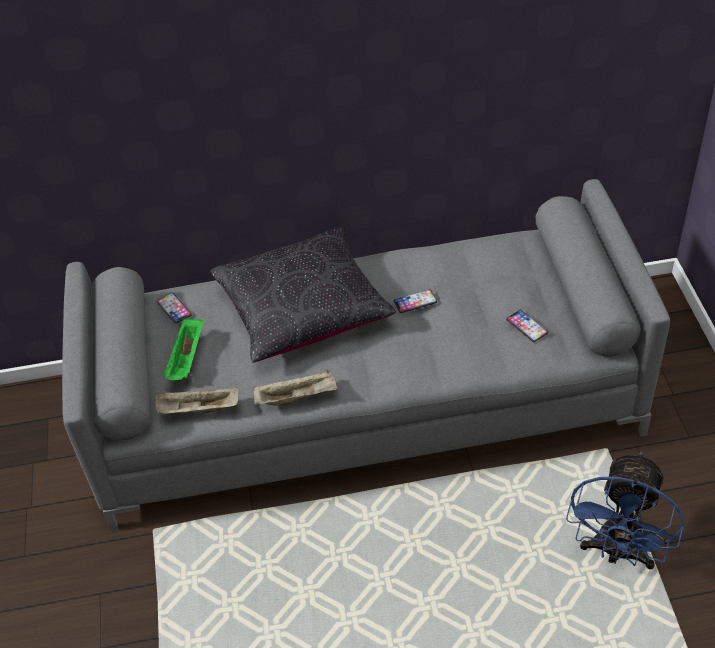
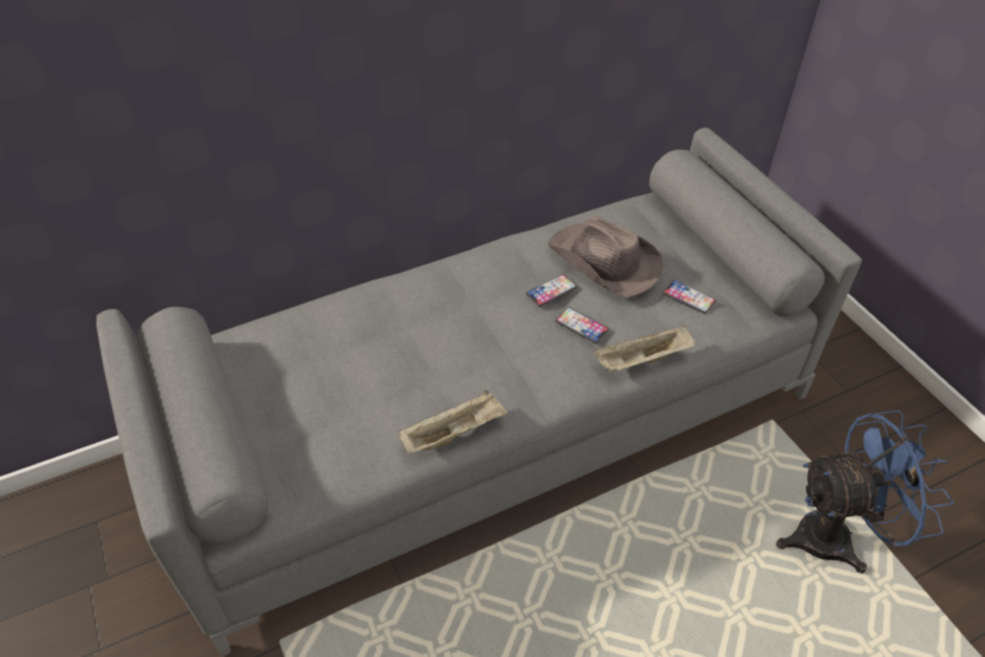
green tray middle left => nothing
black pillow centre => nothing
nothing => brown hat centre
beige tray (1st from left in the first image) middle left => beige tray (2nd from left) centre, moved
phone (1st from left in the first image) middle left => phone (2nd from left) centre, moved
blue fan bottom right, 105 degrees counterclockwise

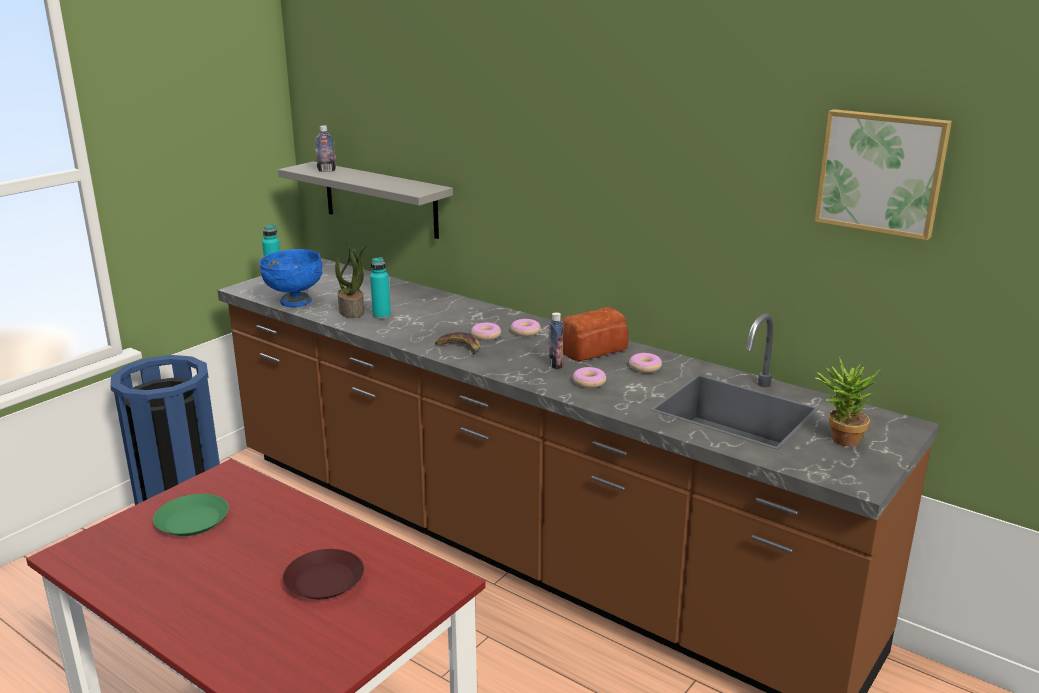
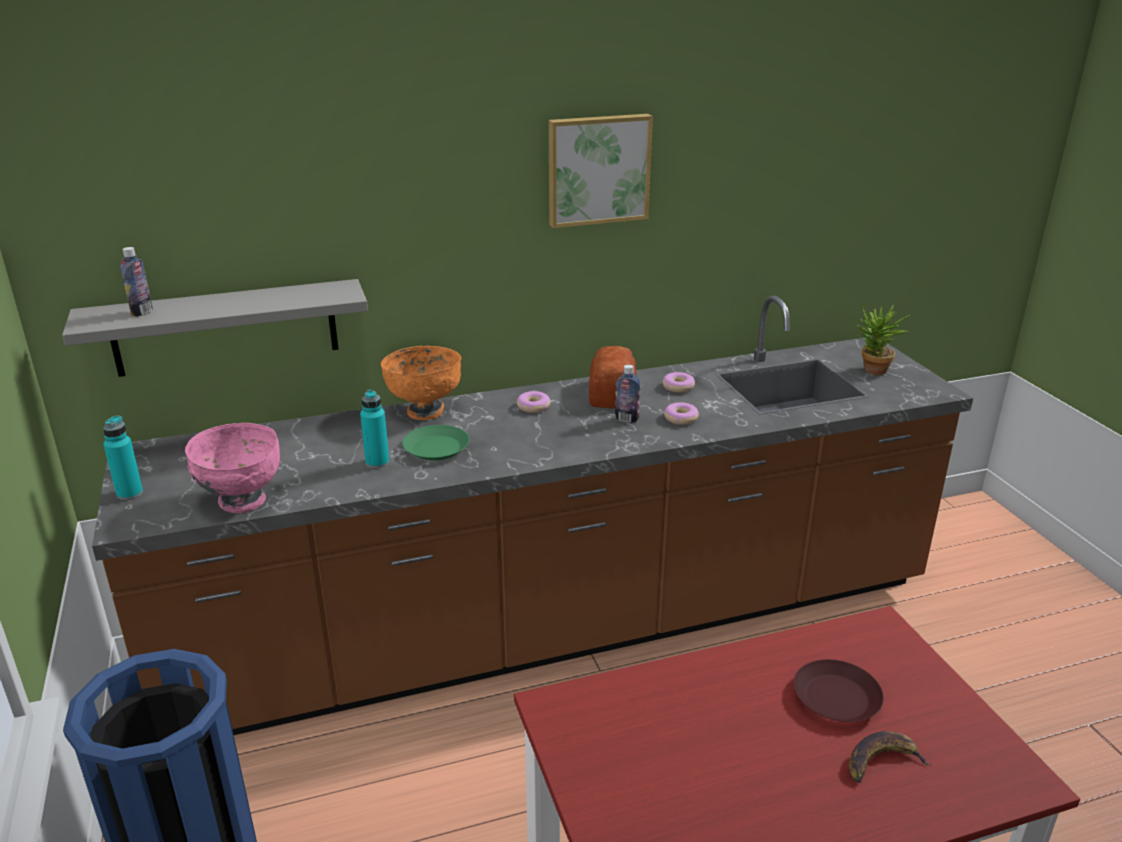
potted plant (1st from left) centre => nothing
donut (1st from left) centre => nothing
nothing => orange bowl centre
green plate bottom left => green plate centre, moved
banana centre => banana bottom right, moved
picture top right => picture top centre, moved
blue bowl middle left => pink bowl middle left

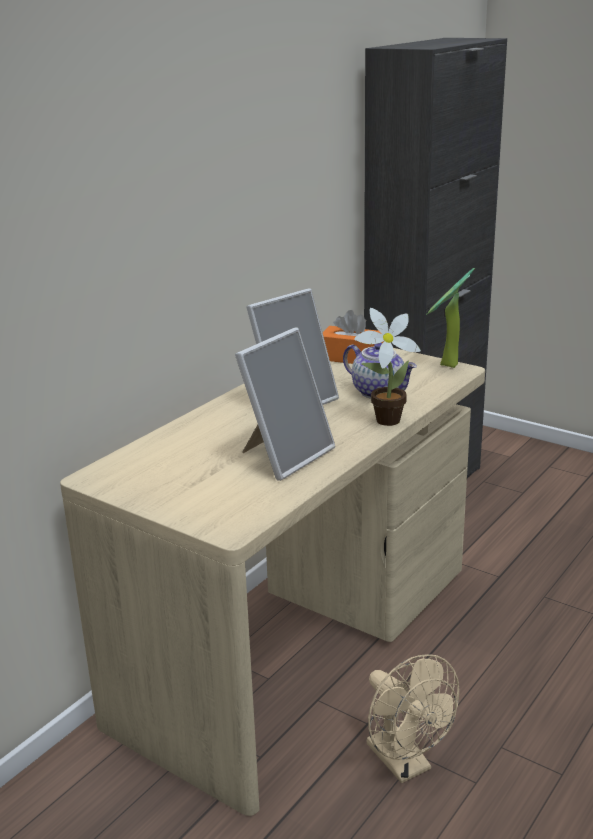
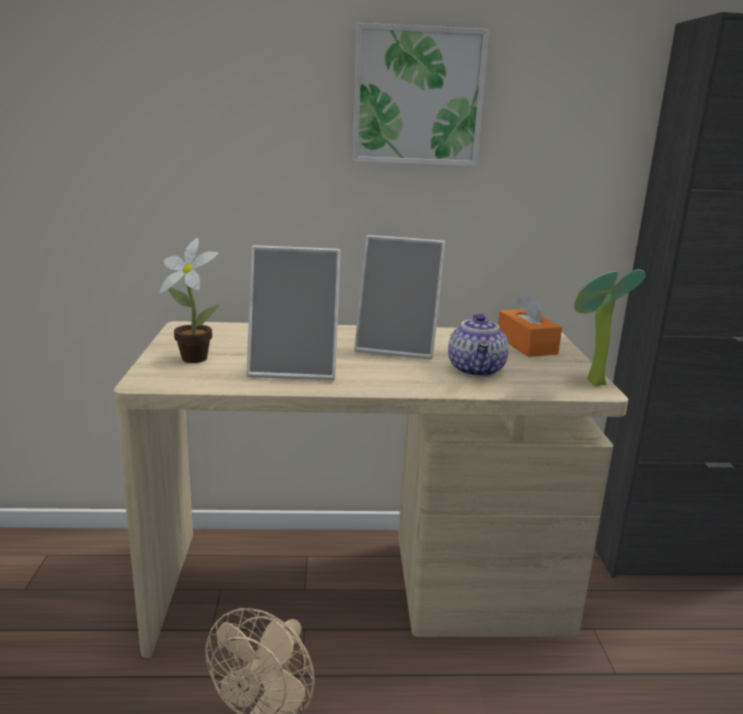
nothing => picture top centre
potted plant (1st from left) centre => potted plant (1st from left) middle left, moved

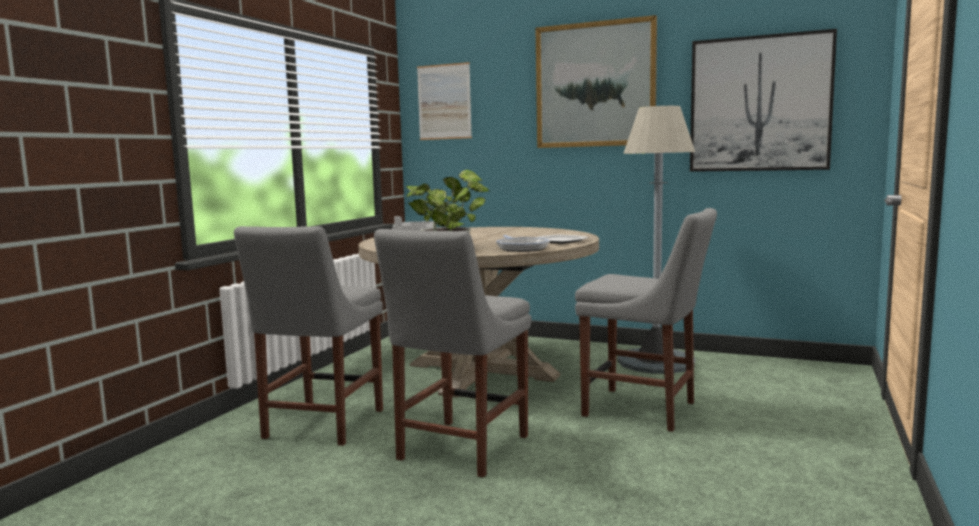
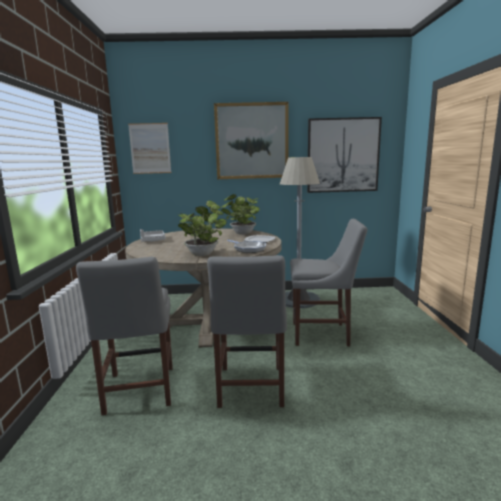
nothing => potted plant (2nd from left) centre

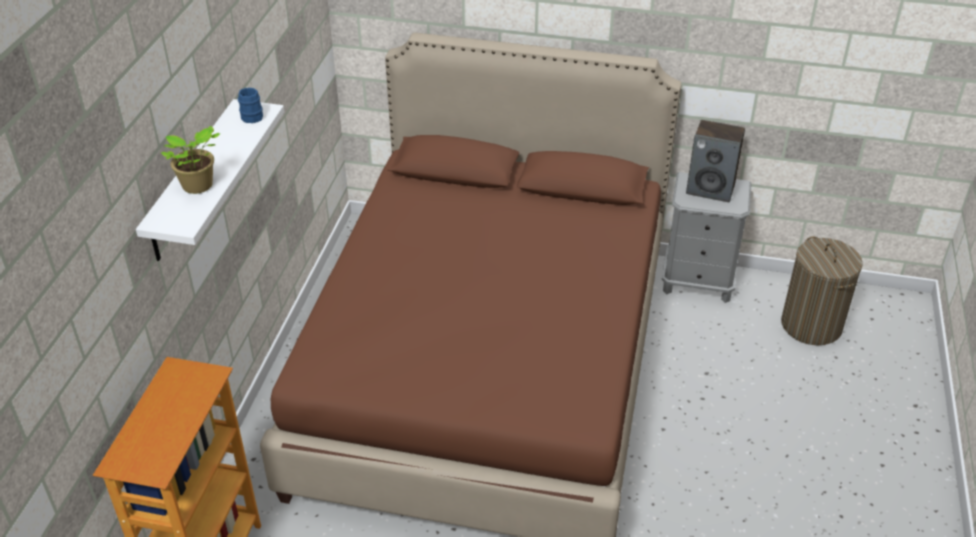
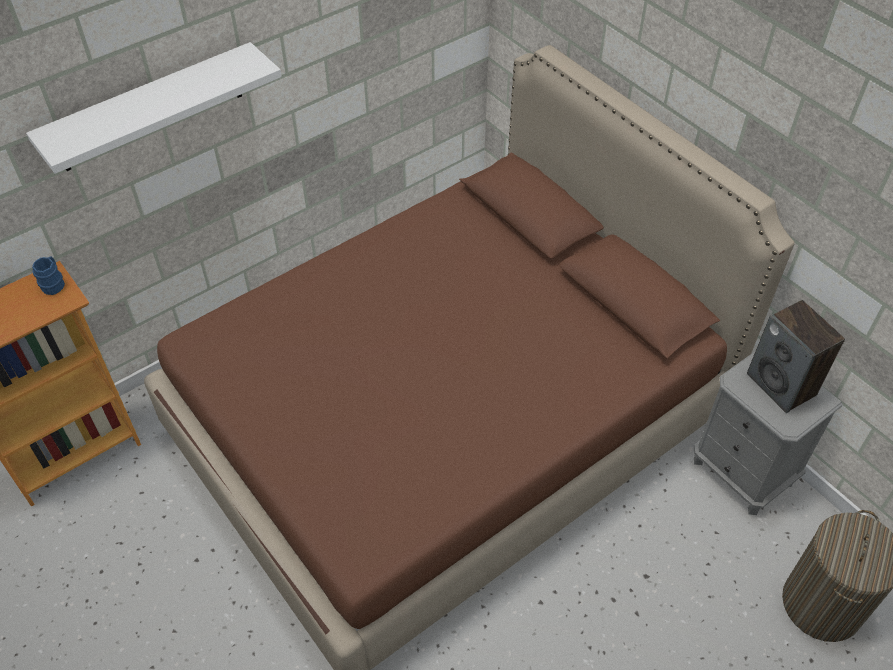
potted plant top left => nothing
blue mug top left => blue mug middle left, moved

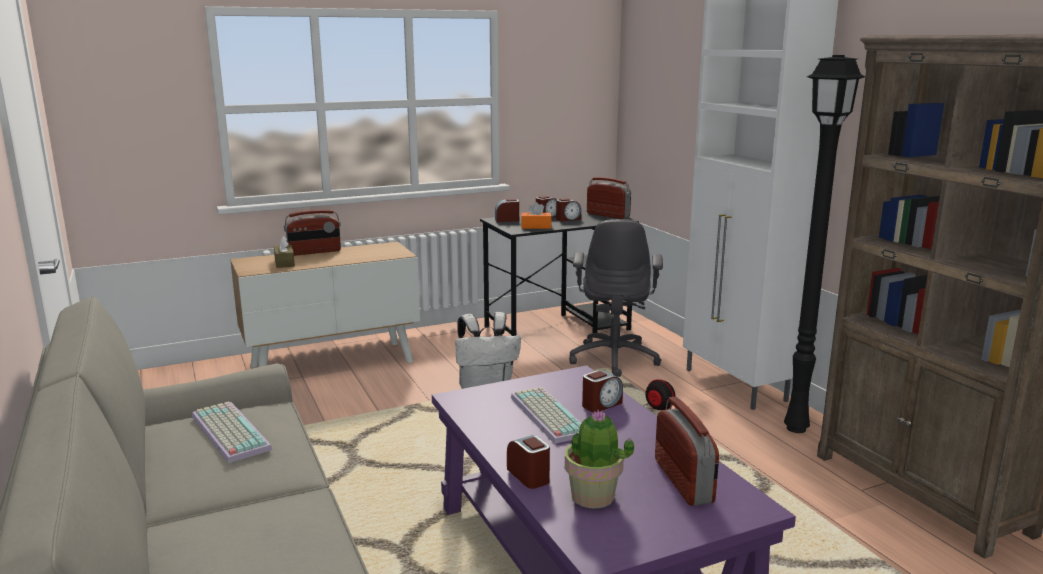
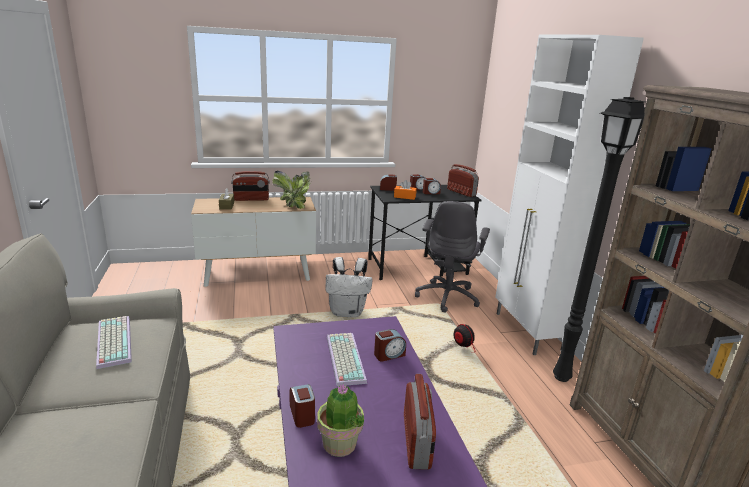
nothing => potted plant (1st from left) centre

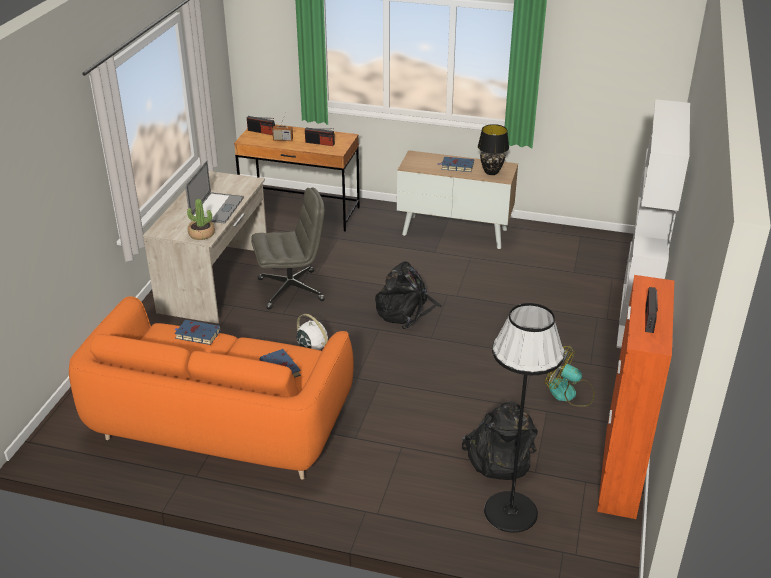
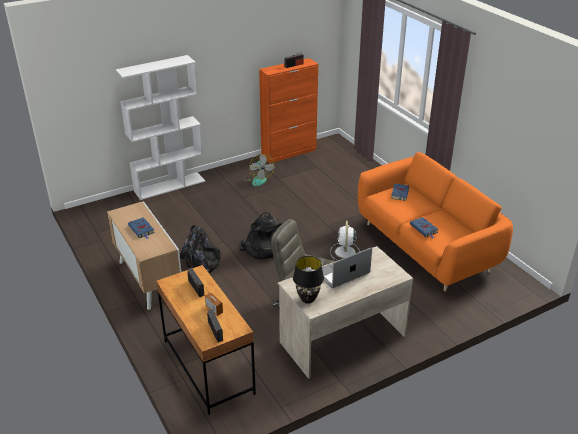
potted plant middle left => nothing
black floor lamp bottom right => nothing
black backpack (2nd from left in the first image) bottom centre => black backpack (1st from left) centre, moved
black table lamp top centre => black table lamp centre, moved

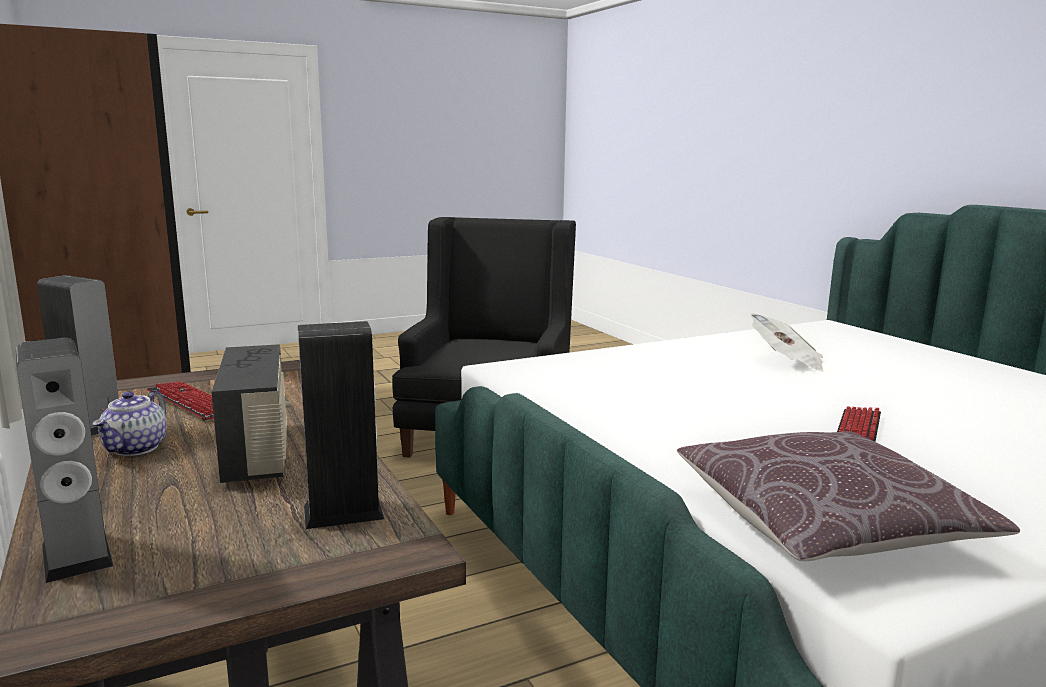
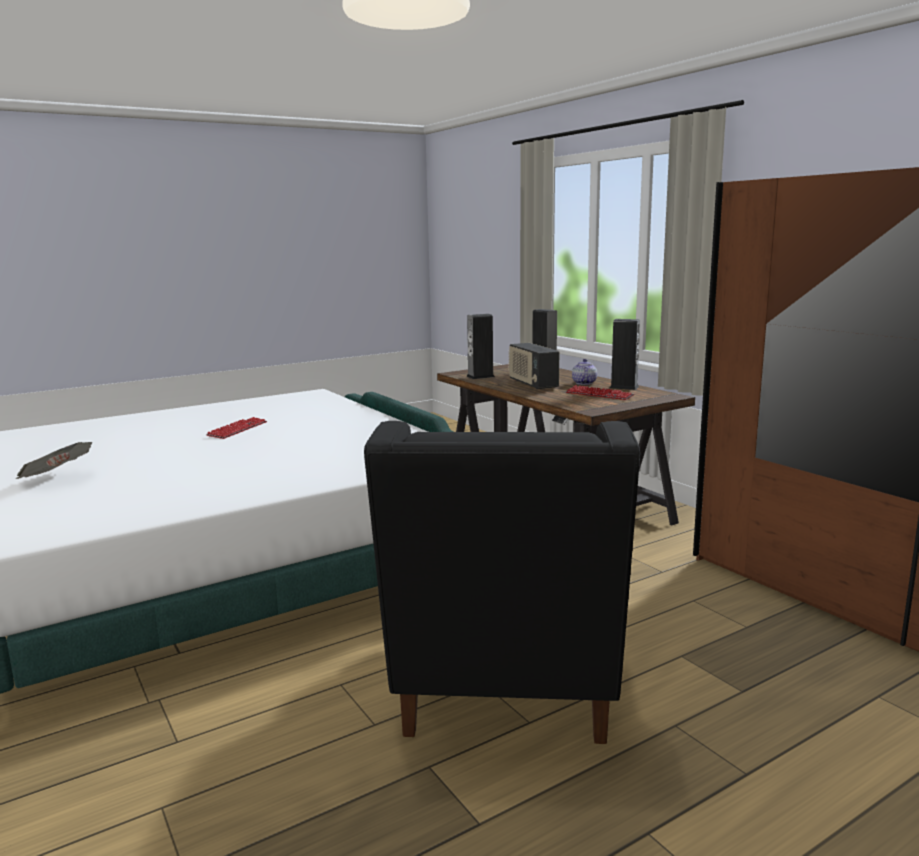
brown pillow bottom right => nothing
newspaper middle right => newspaper middle left, moved

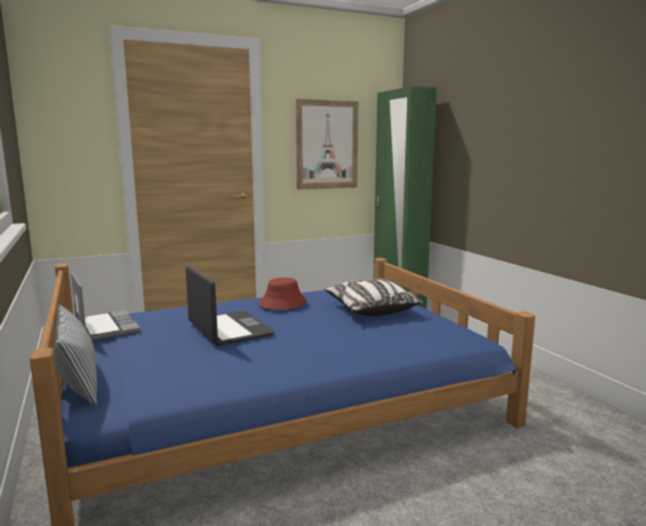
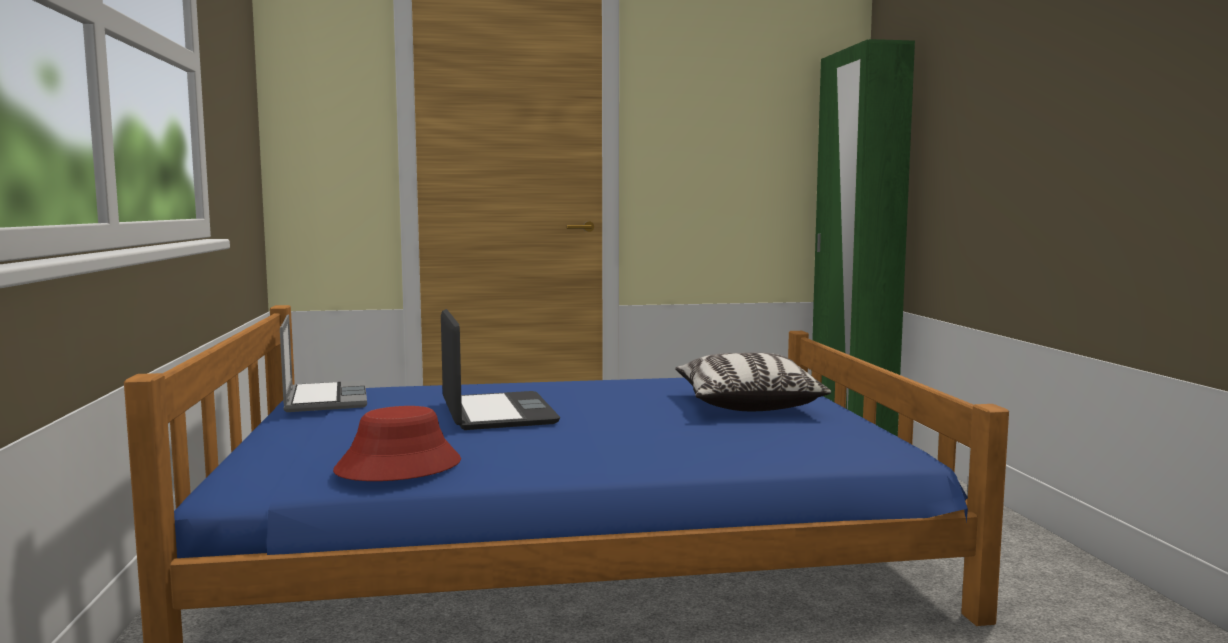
pillow (1st from left) bottom left => nothing
picture top centre => nothing
red hat centre => red hat bottom left, moved

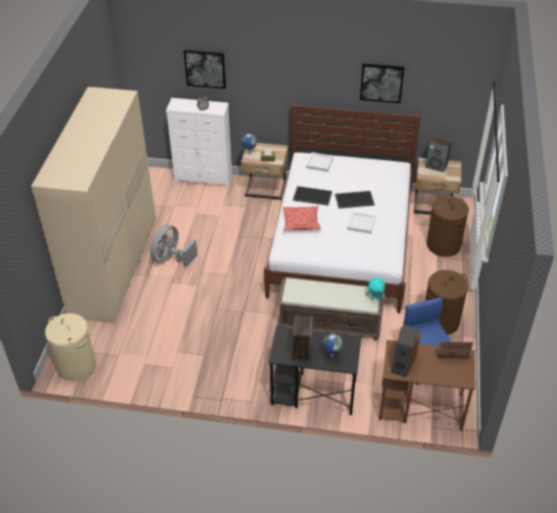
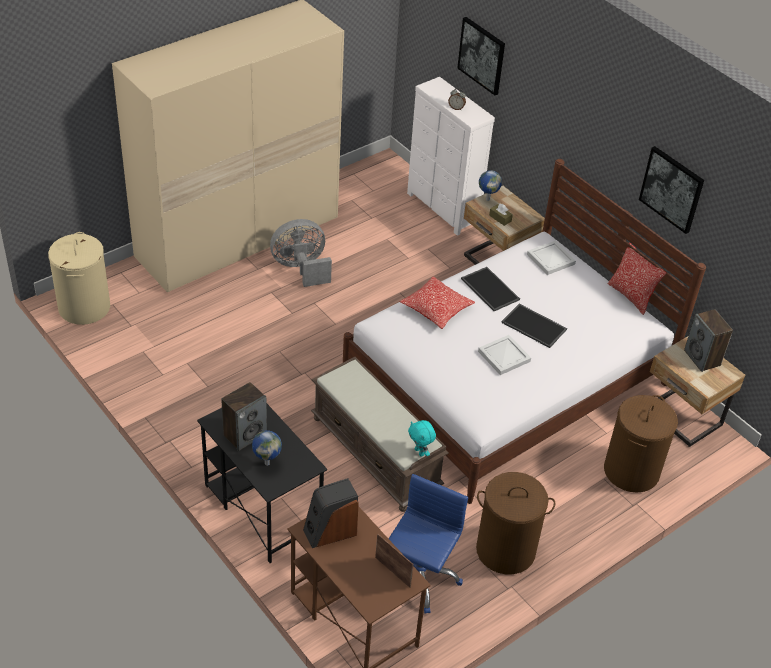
nothing => pillow (2nd from left) middle right

